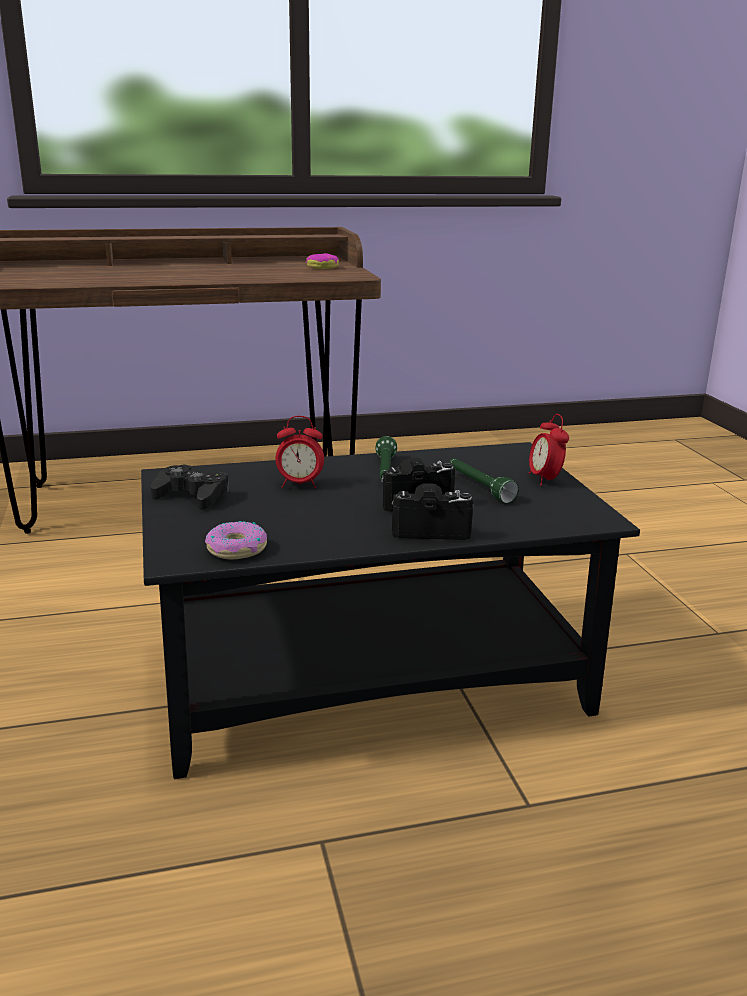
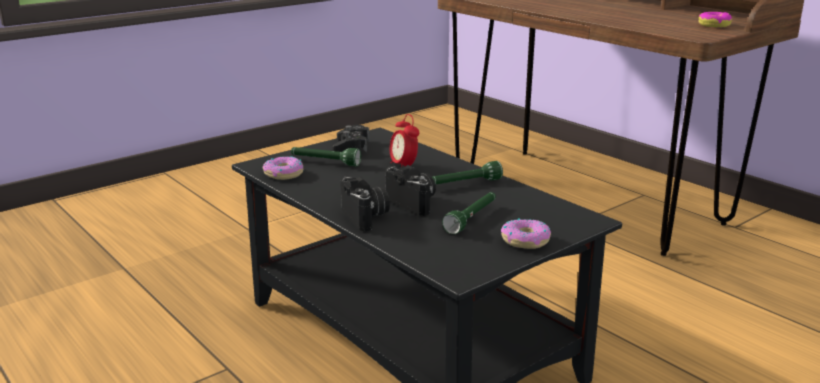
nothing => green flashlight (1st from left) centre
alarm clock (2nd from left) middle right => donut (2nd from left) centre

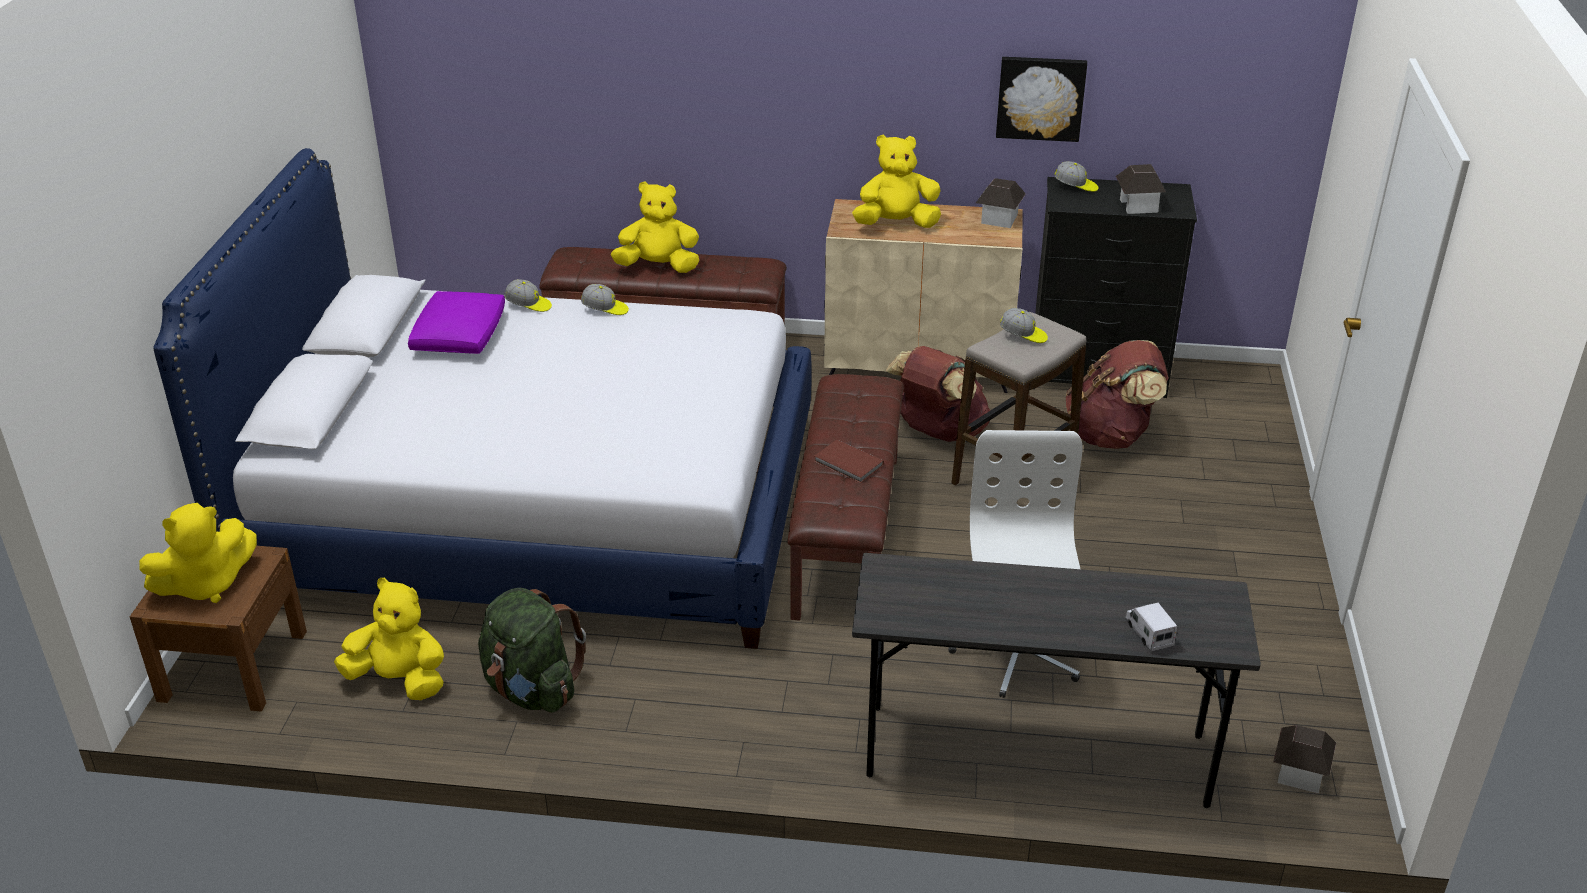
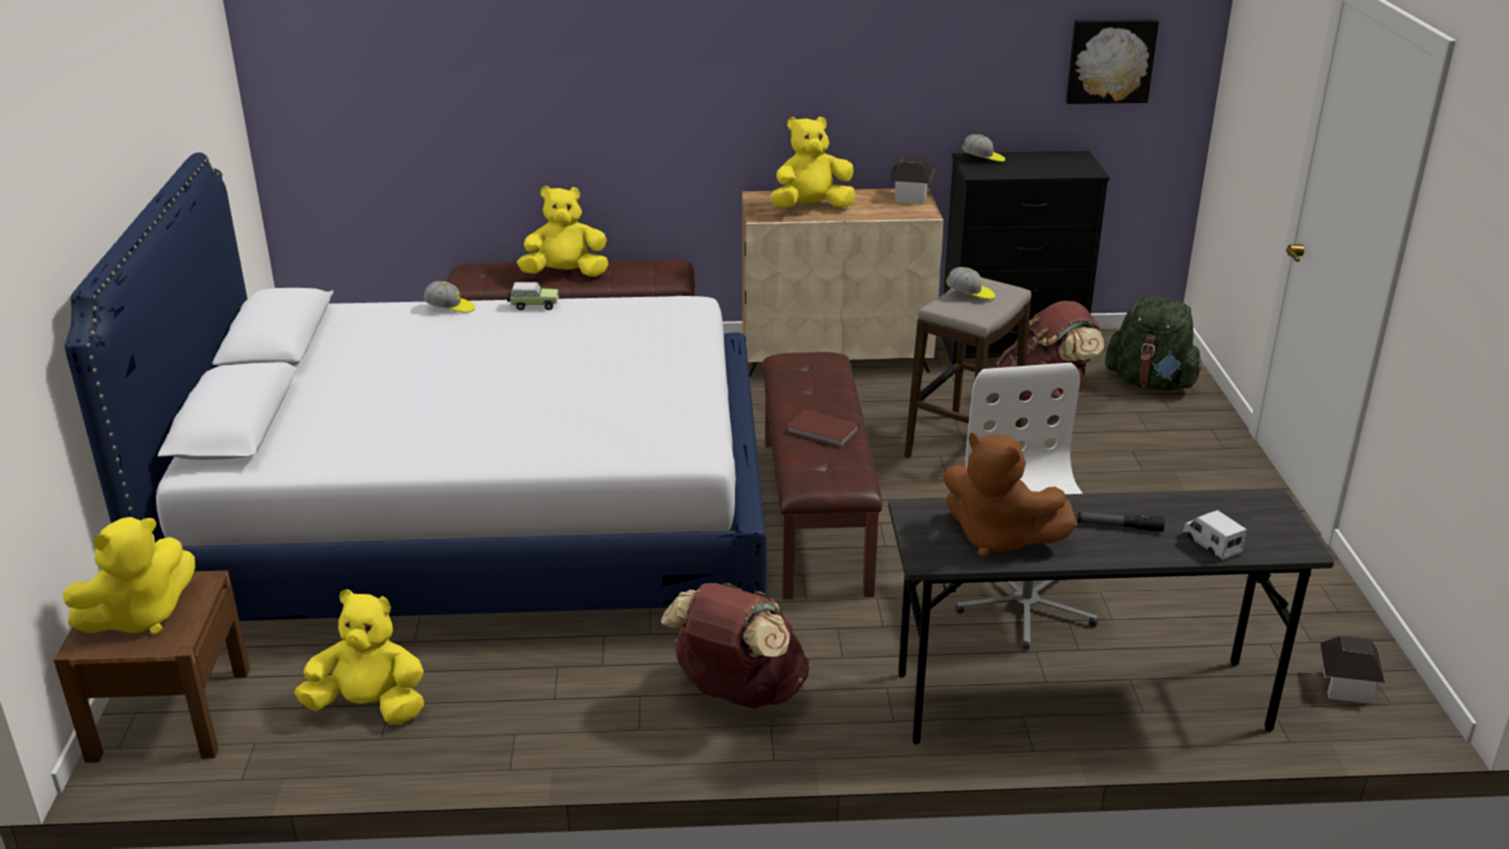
purple pillow middle left => nothing
toy house (2nd from left) top right => nothing
nothing => brown plush toy middle right
nothing => flashlight middle right
green backpack bottom centre => green backpack middle right, moved
brown backpack (1st from left) centre => brown backpack (1st from left) bottom centre, moved
picture top centre => picture top right, moved
cap (2nd from left) centre => toy car centre

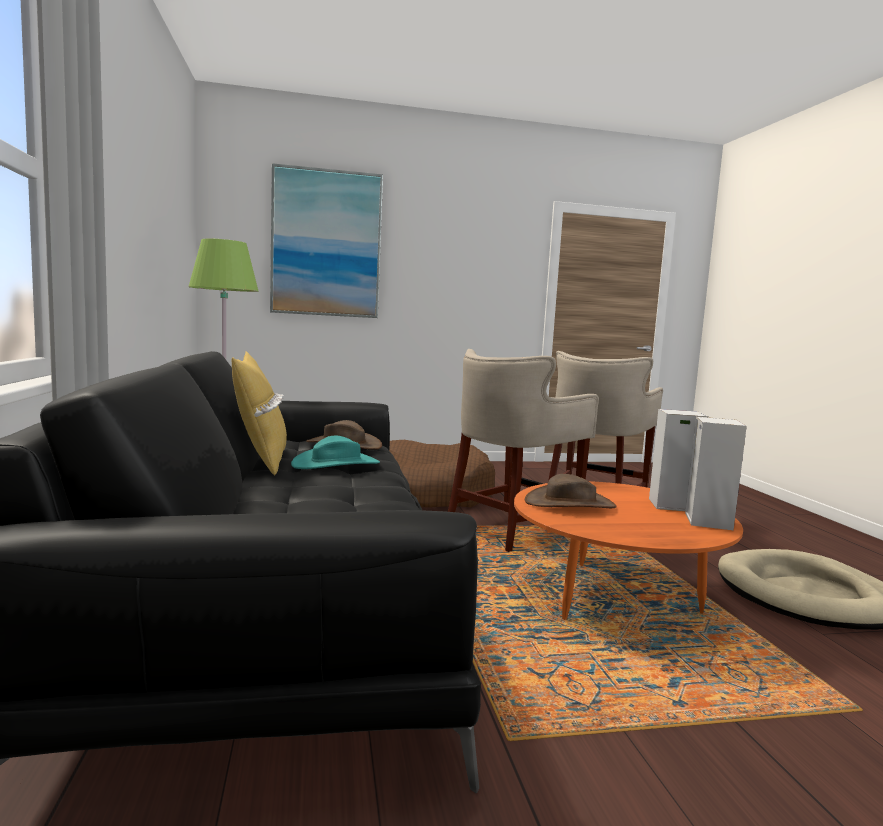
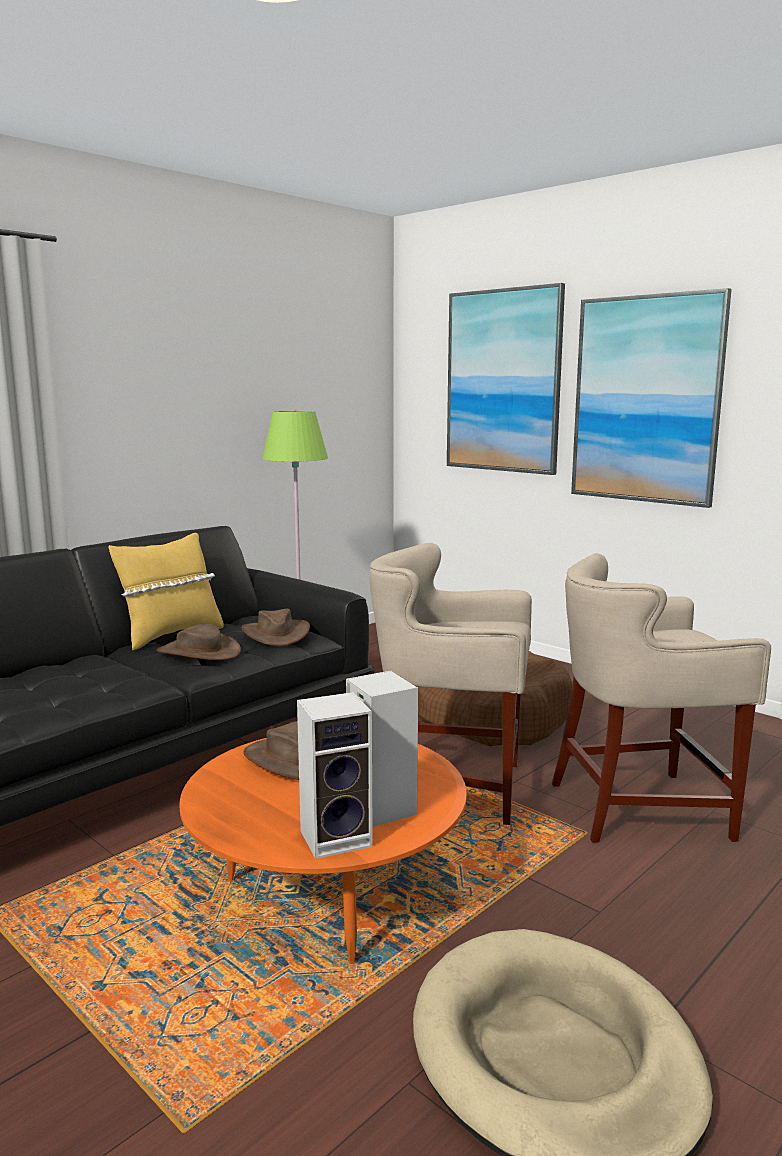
nothing => picture (2nd from left) middle right
turquoise hat centre => brown hat (1st from left) middle left

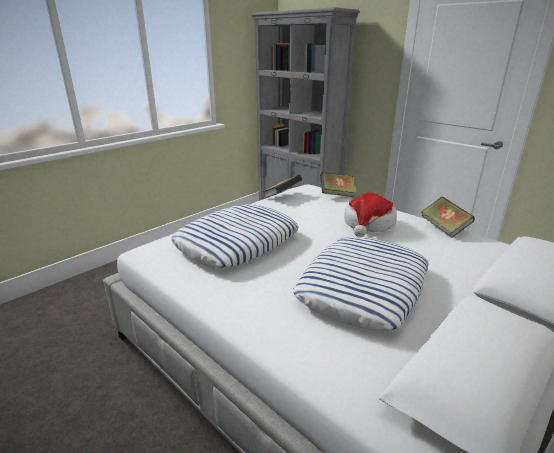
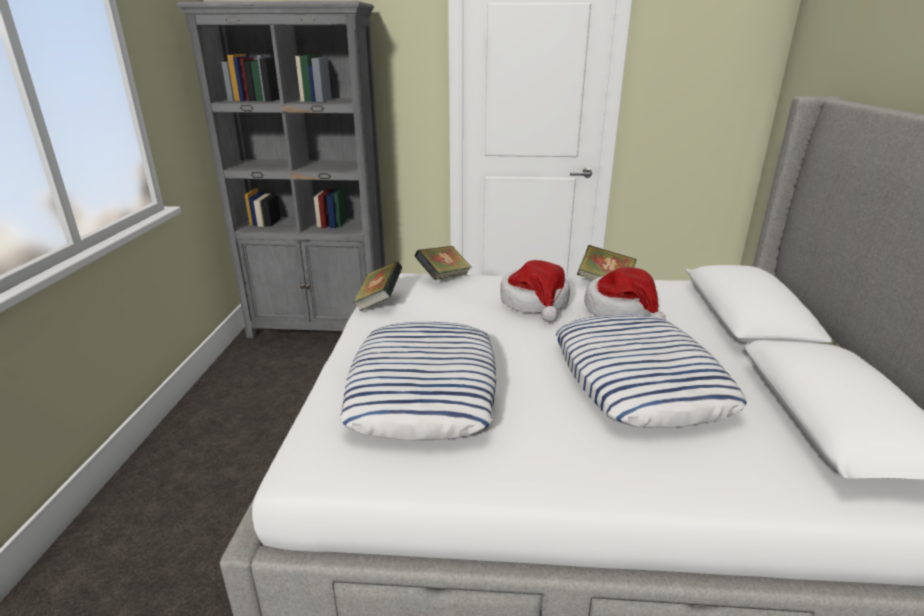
nothing => hat (2nd from left) middle right

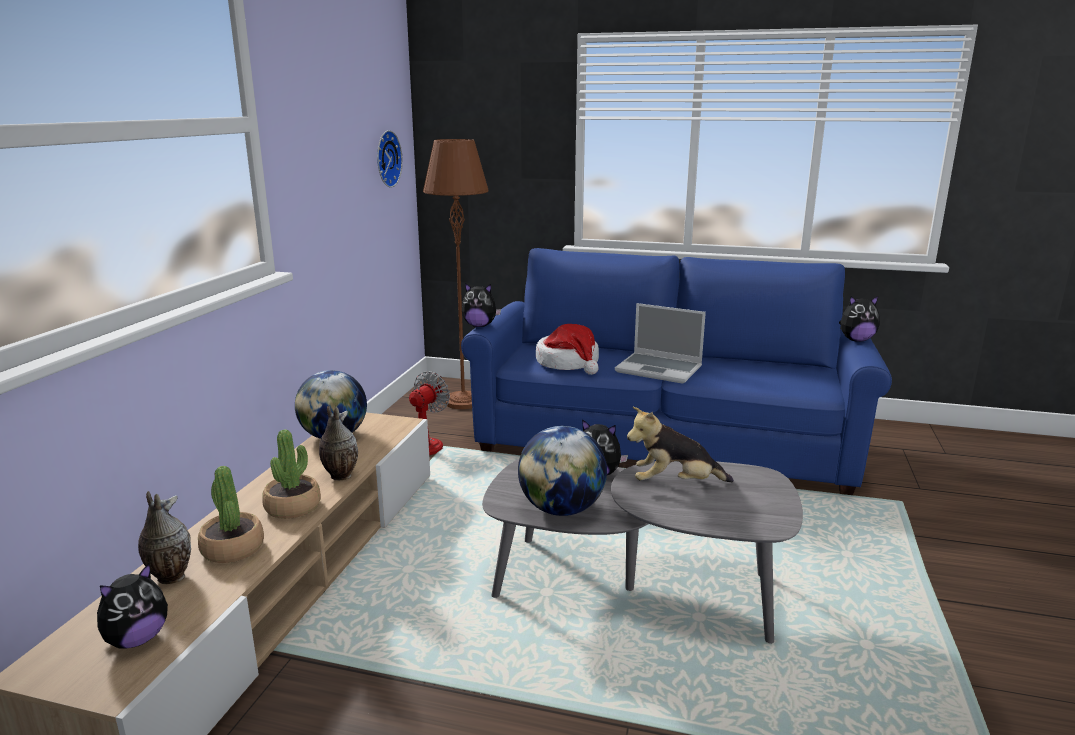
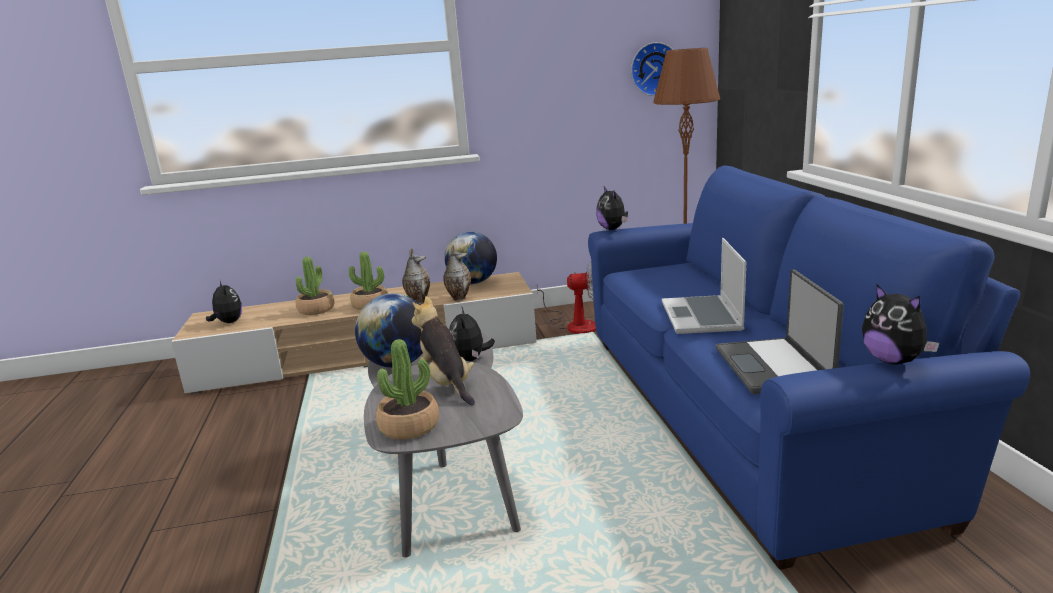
hat centre => nothing
nothing => potted plant (3rd from left) centre
nothing => laptop (2nd from left) middle right
vase (1st from left in the first image) bottom left => vase (2nd from left) centre, moved
plush toy (1st from left) bottom left => plush toy (1st from left) middle left, 135 degrees counterclockwise

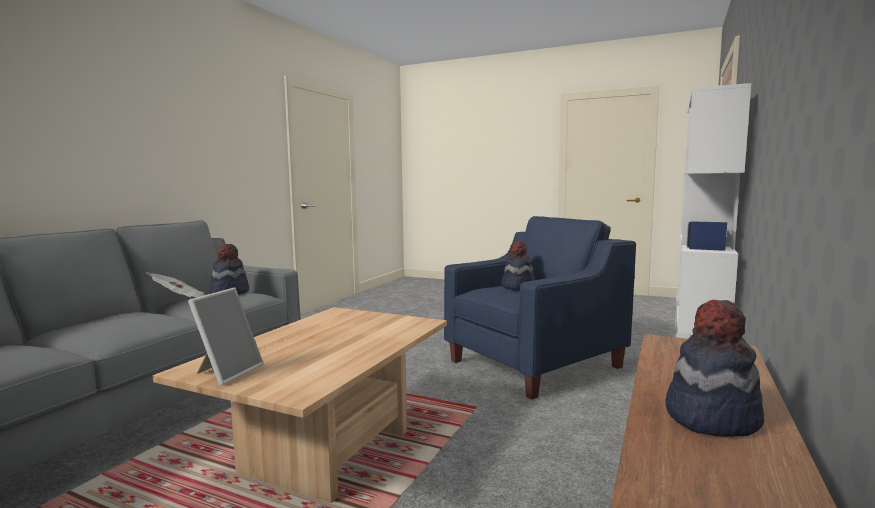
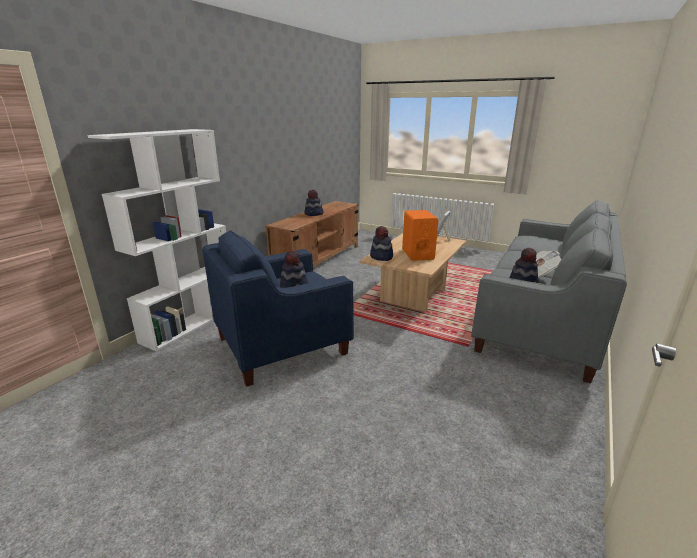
nothing => hat (3rd from left) centre
nothing => orange speaker centre

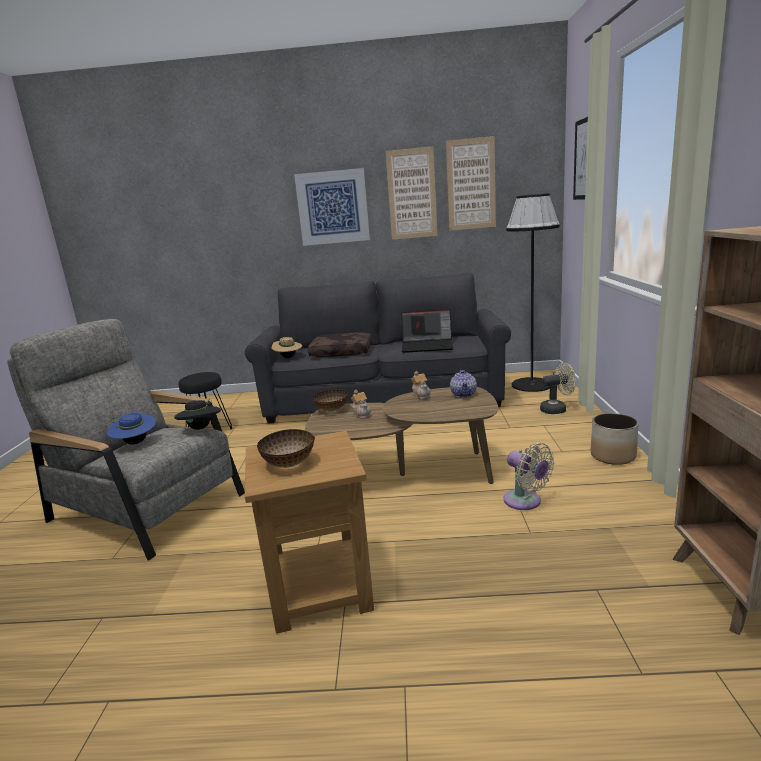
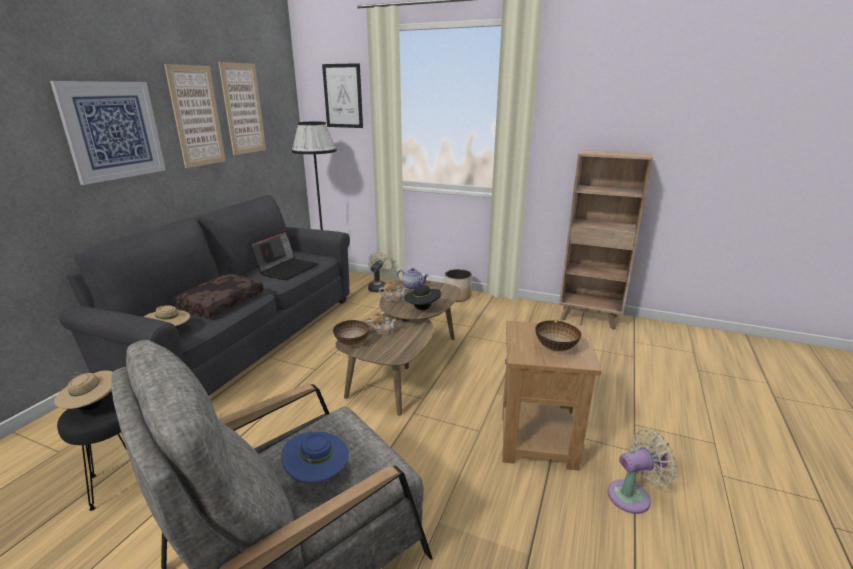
nothing => beige hat (1st from left) bottom left
black hat middle left => black hat centre, moved
beige fan (1st from left in the first image) middle right => beige fan (2nd from left) bottom right, moved

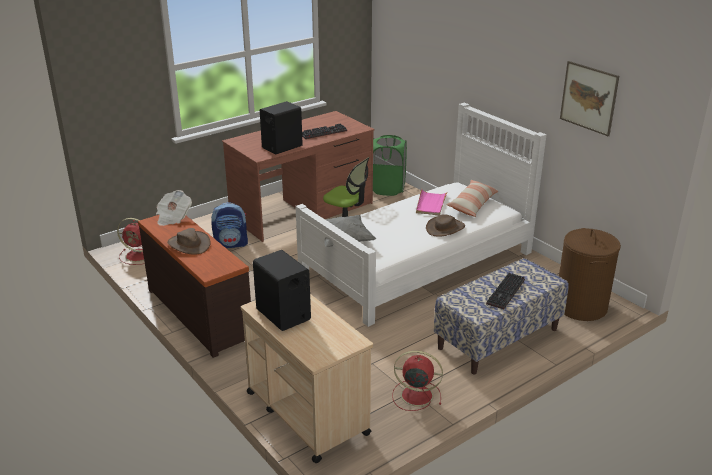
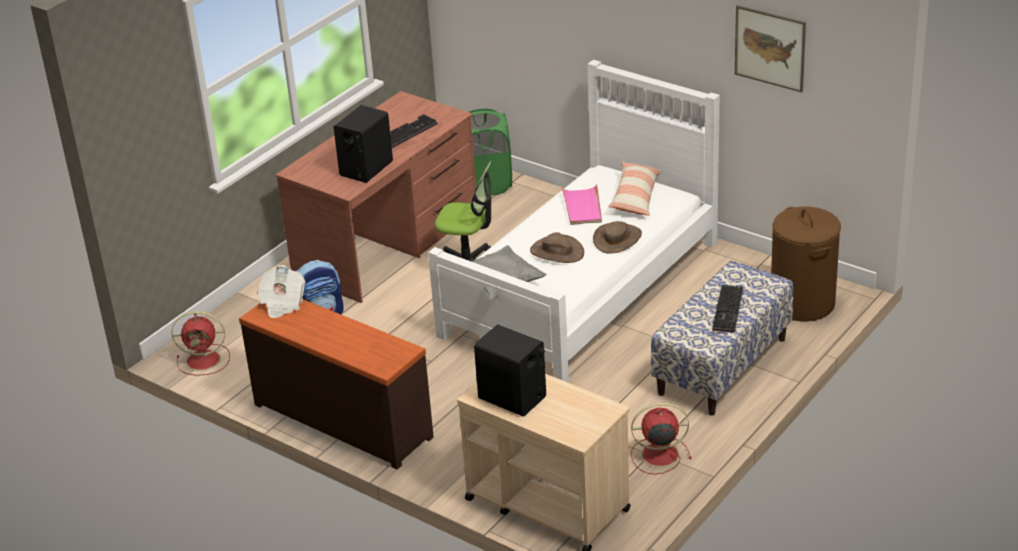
brown hat (1st from left) middle left => brown hat (1st from left) centre, moved

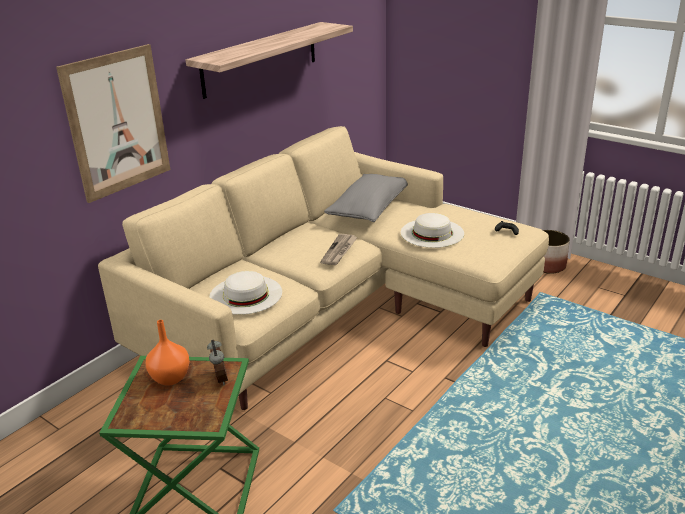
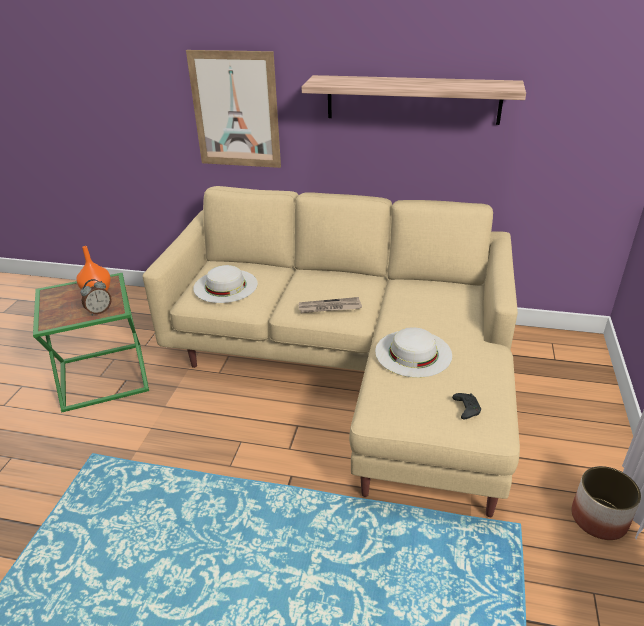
grey pillow centre => nothing

